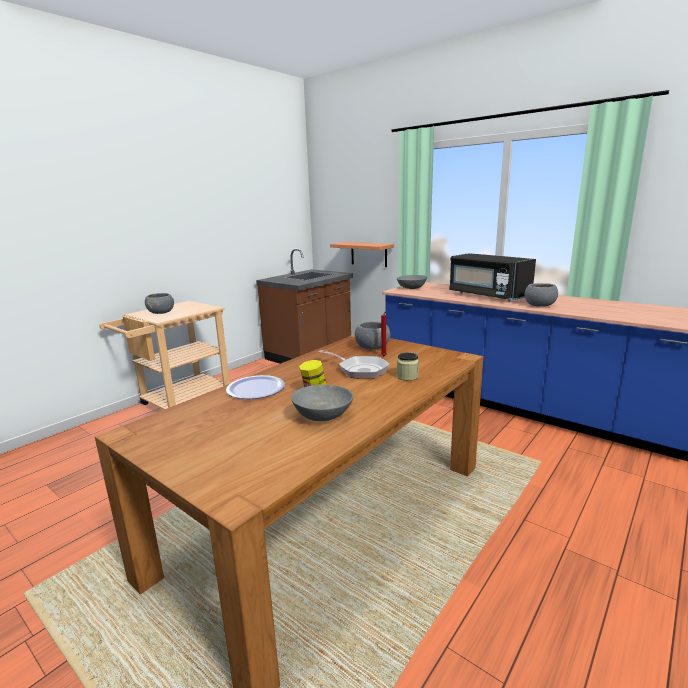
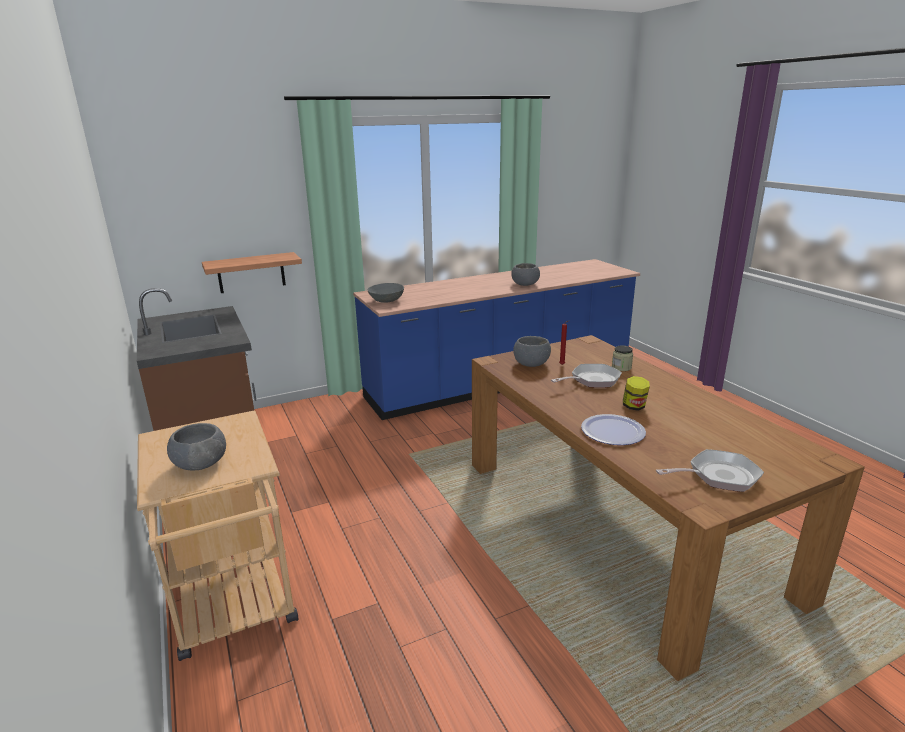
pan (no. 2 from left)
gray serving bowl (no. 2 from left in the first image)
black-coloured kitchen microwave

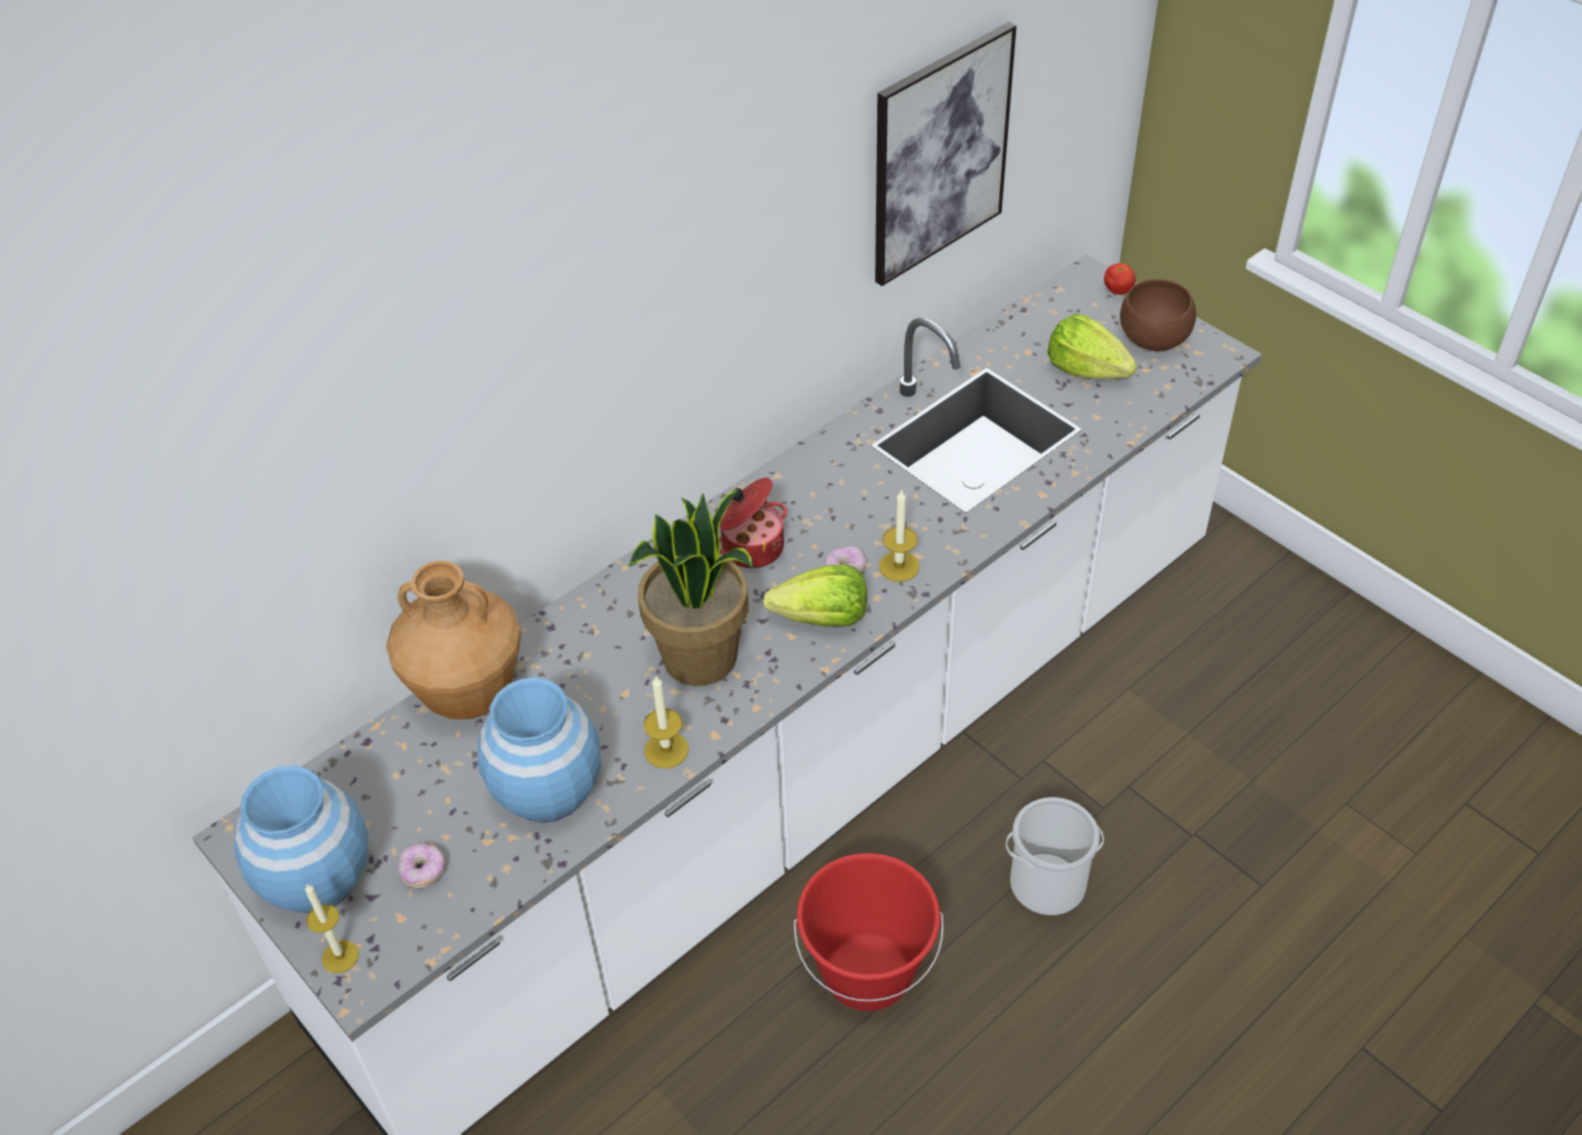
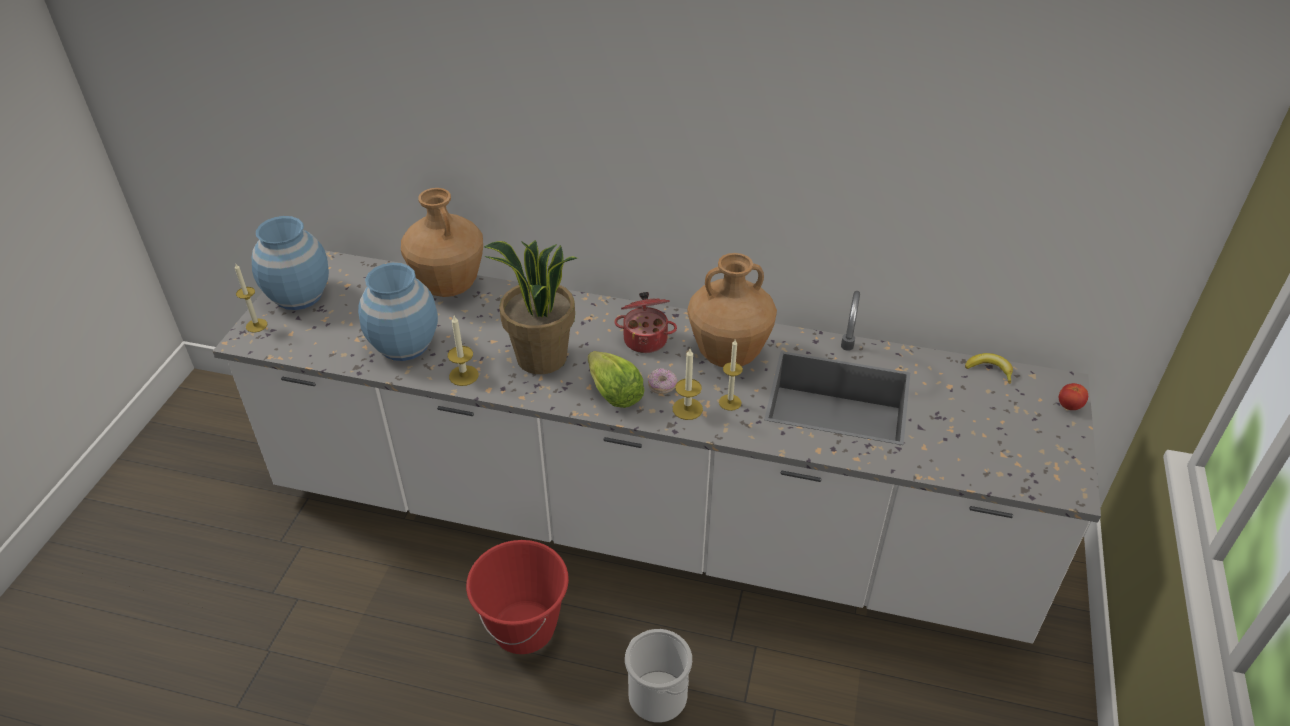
brown-coloured decorative vase (no. 2 from left)
wax candle (no. 4 from left)
banana fruit
doughnut (no. 1 from left in the first image)
wall picture
lettuce head (no. 2 from left in the first image)
brown-coloured serving bowl

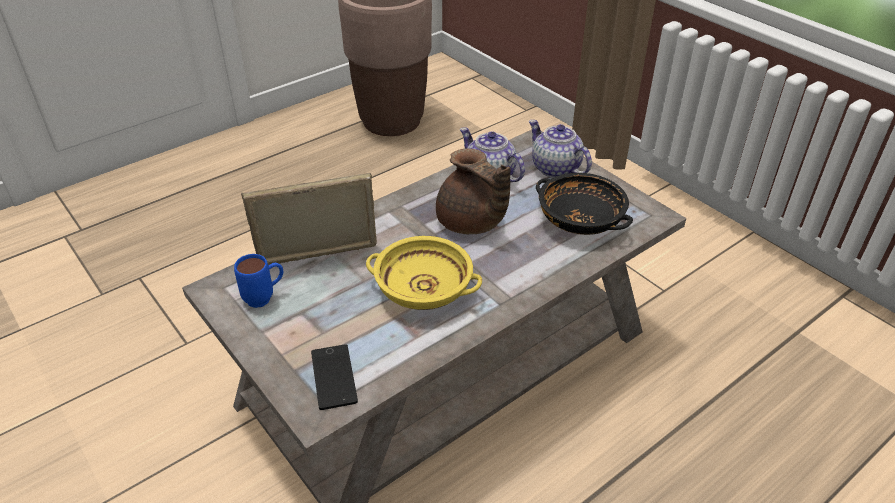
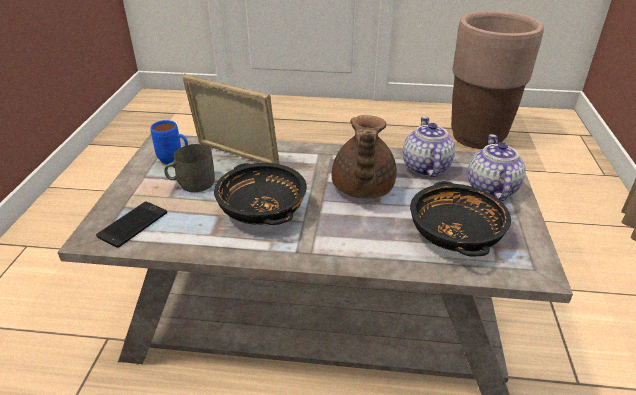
gray mug
black-coloured serving bowl (no. 1 from left)

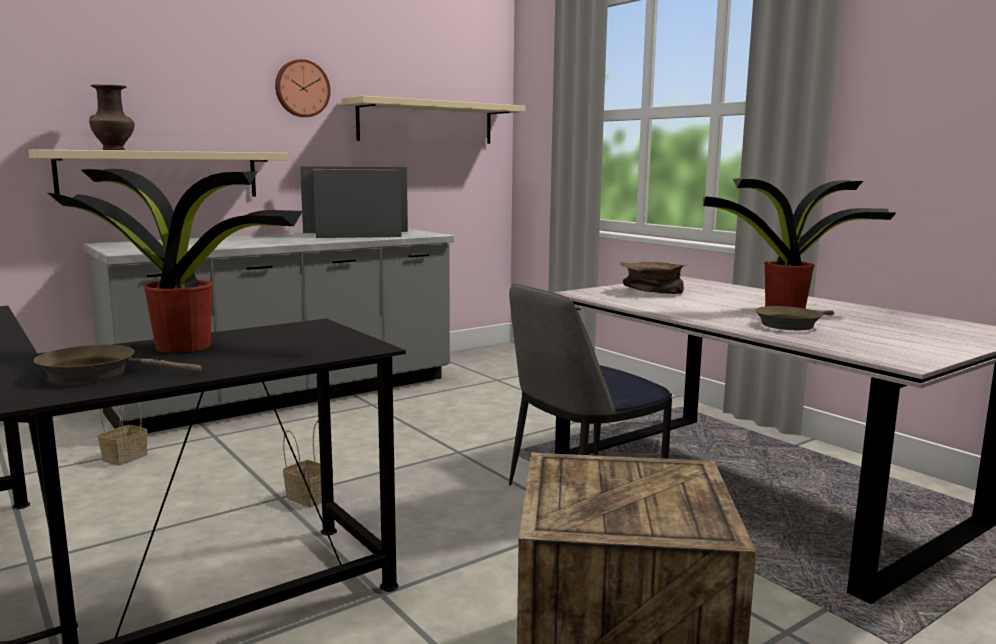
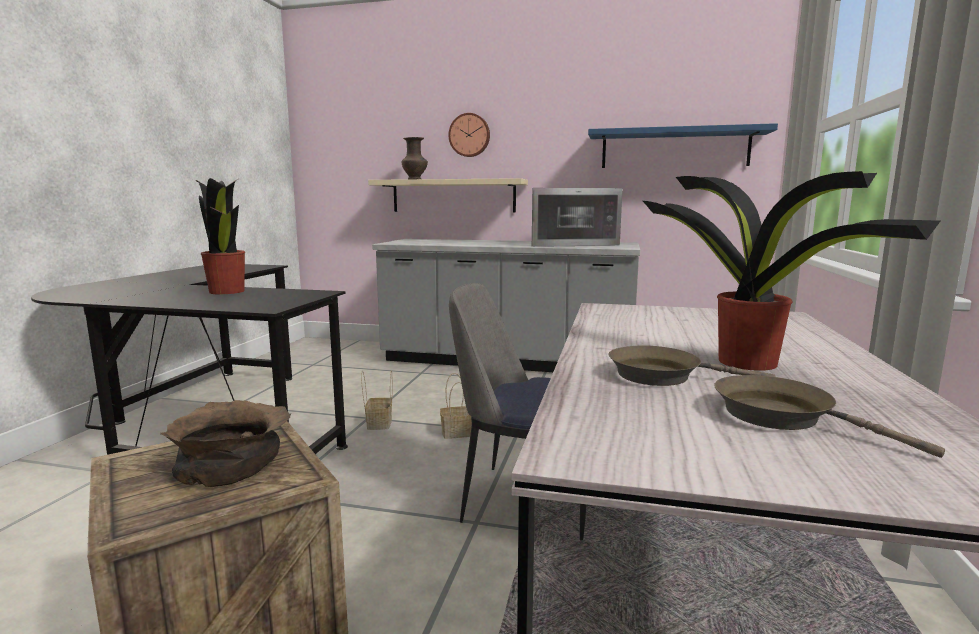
brown-coloured serving bowl
basket (no. 2 from left)
wall clock
kitchen microwave
bluish wall shelf
brown-coloured pan (no. 2 from left)

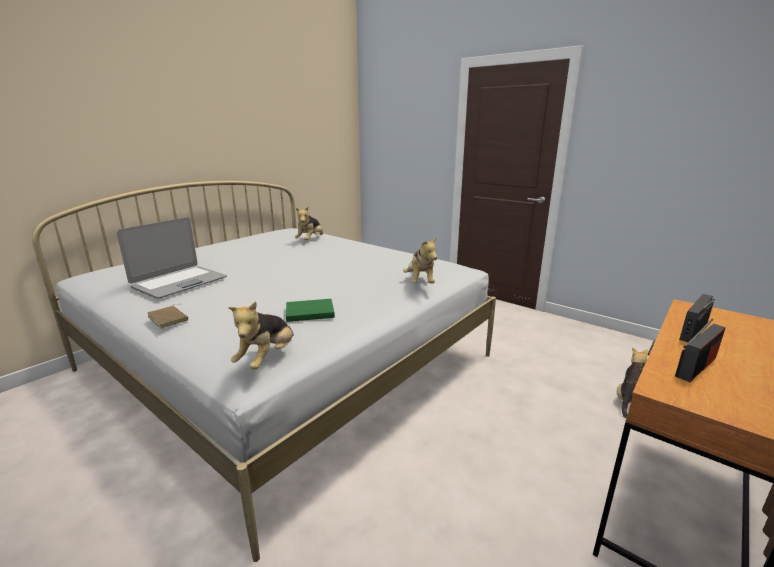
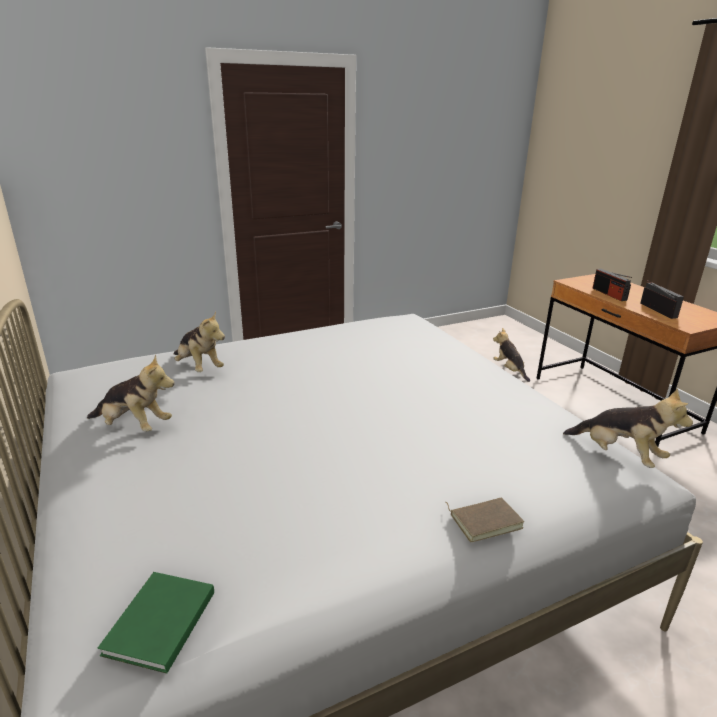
plush toy (no. 1 from left)
greenish book
notebook computer

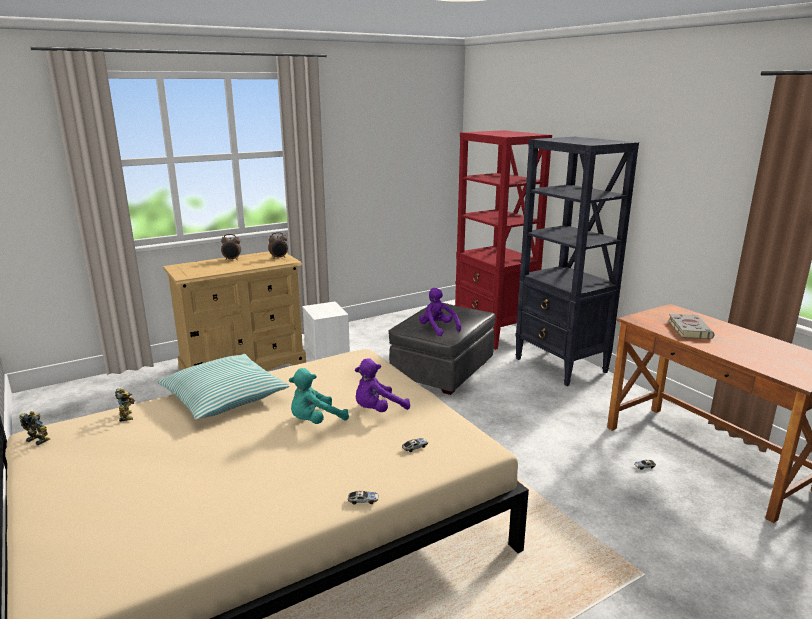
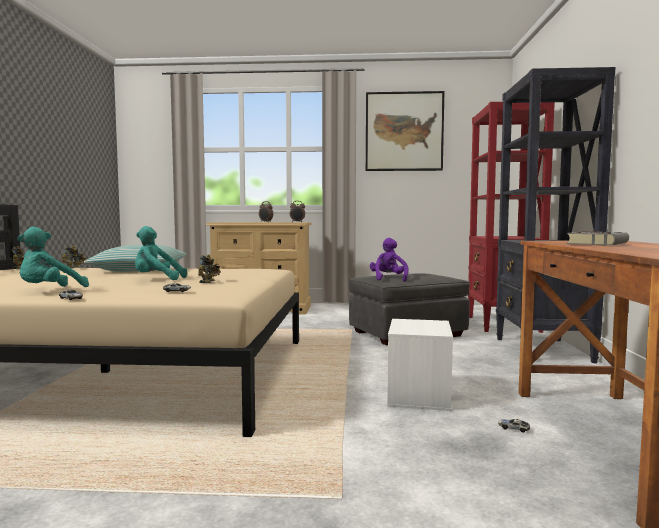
blue-green plush toy (no. 1 from left)
toy robot (no. 3 from left)
wall picture
white-coloured storage container

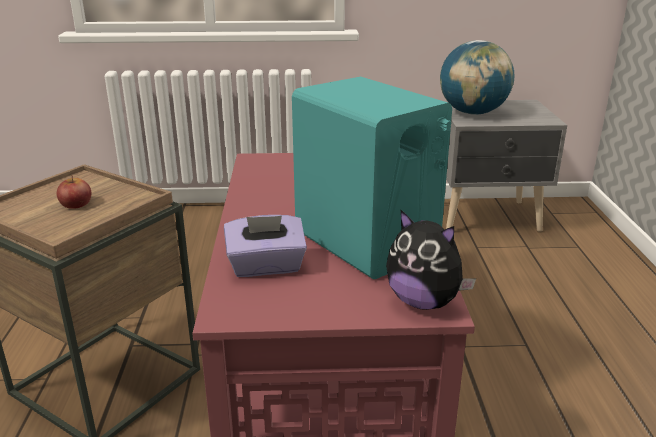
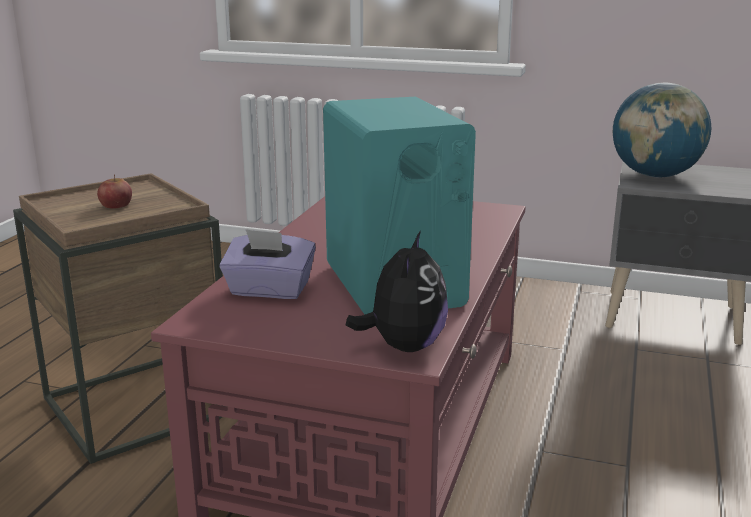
plush toy

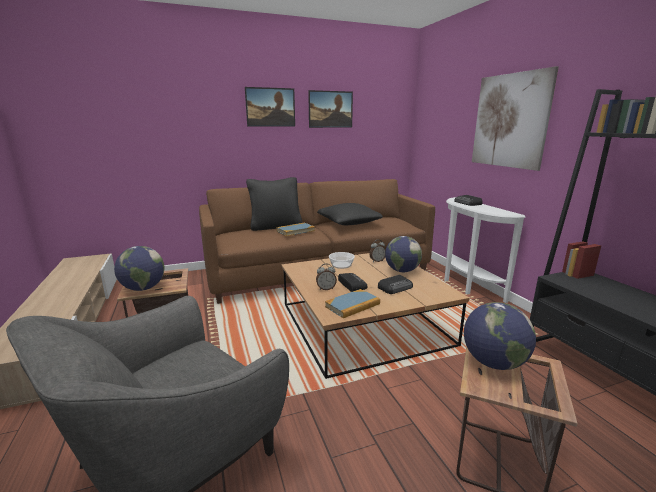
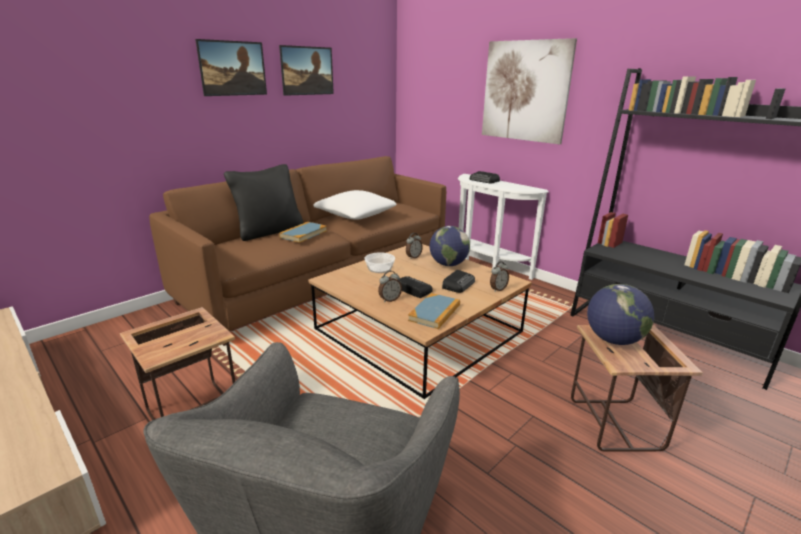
white-coloured throw pillow
table clock (no. 3 from left)
world globe (no. 1 from left in the first image)

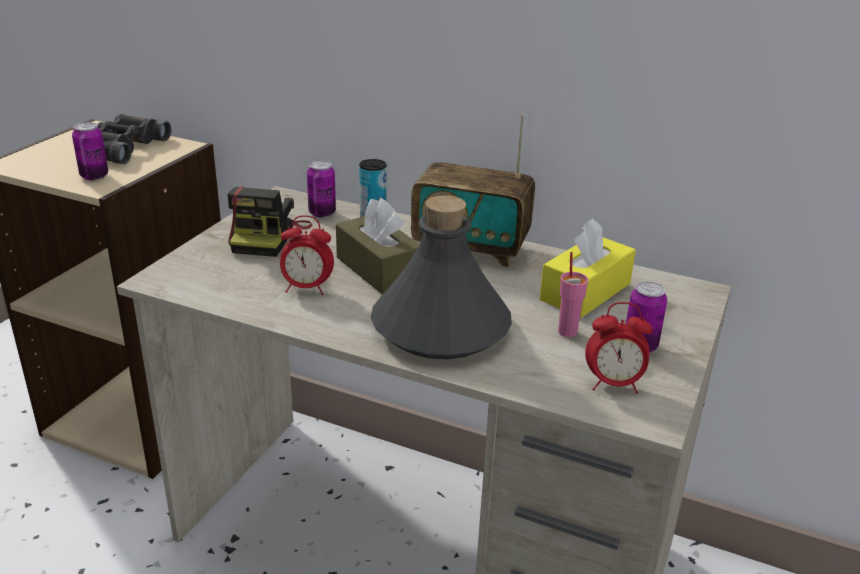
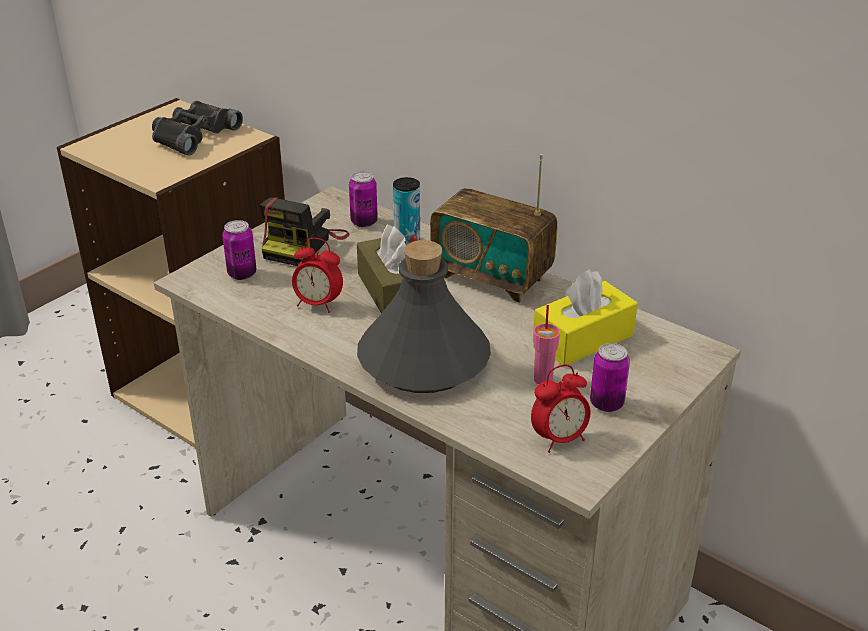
can (no. 1 from left)
table clock (no. 2 from left)

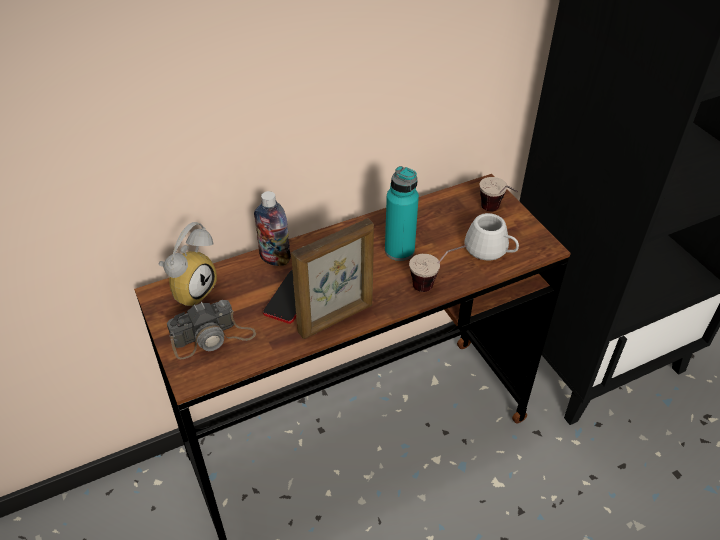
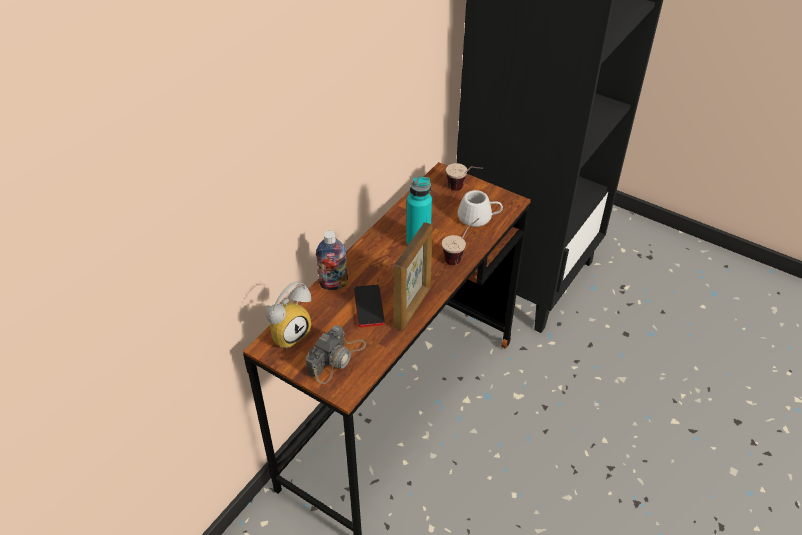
table clock

